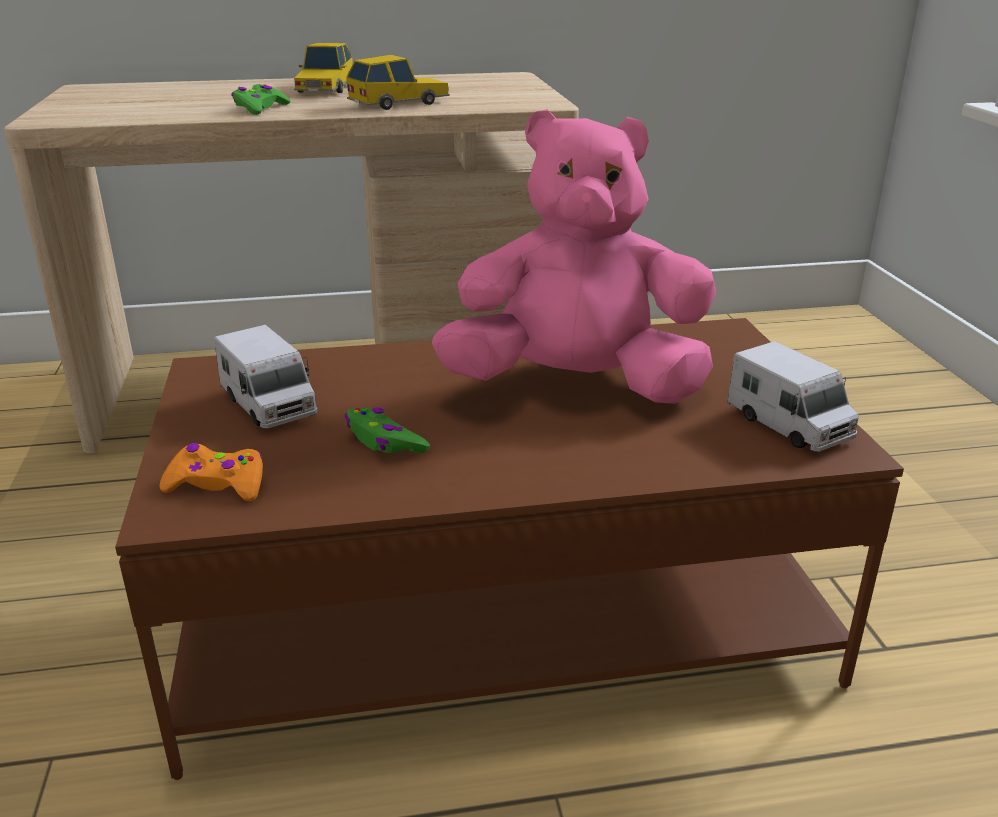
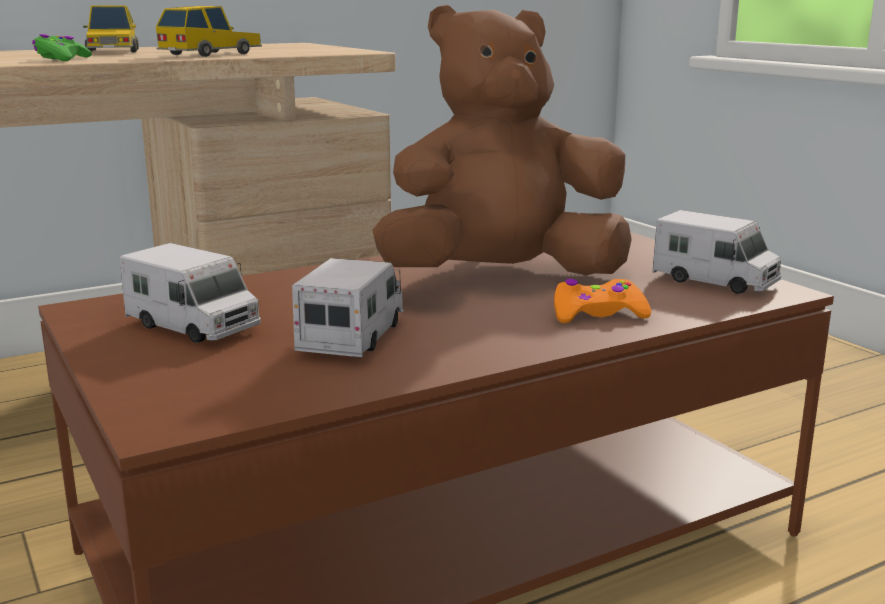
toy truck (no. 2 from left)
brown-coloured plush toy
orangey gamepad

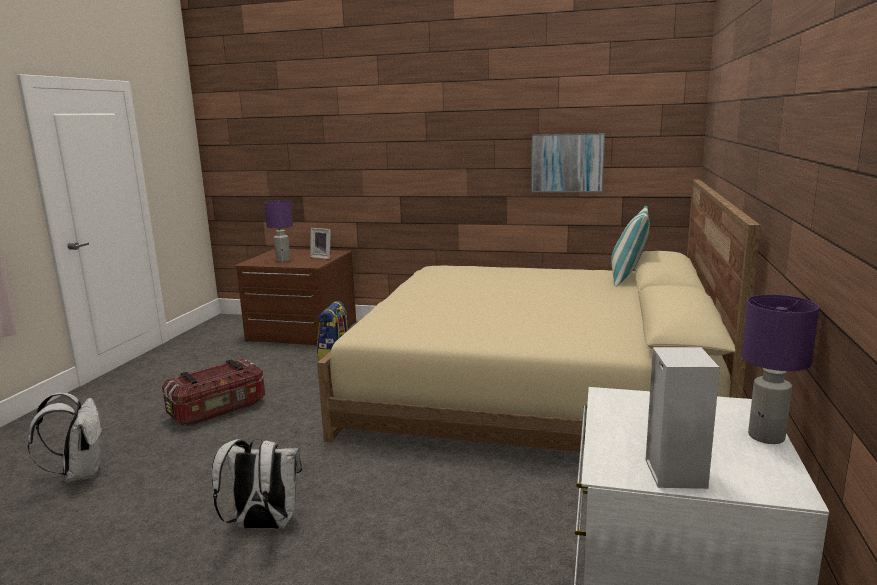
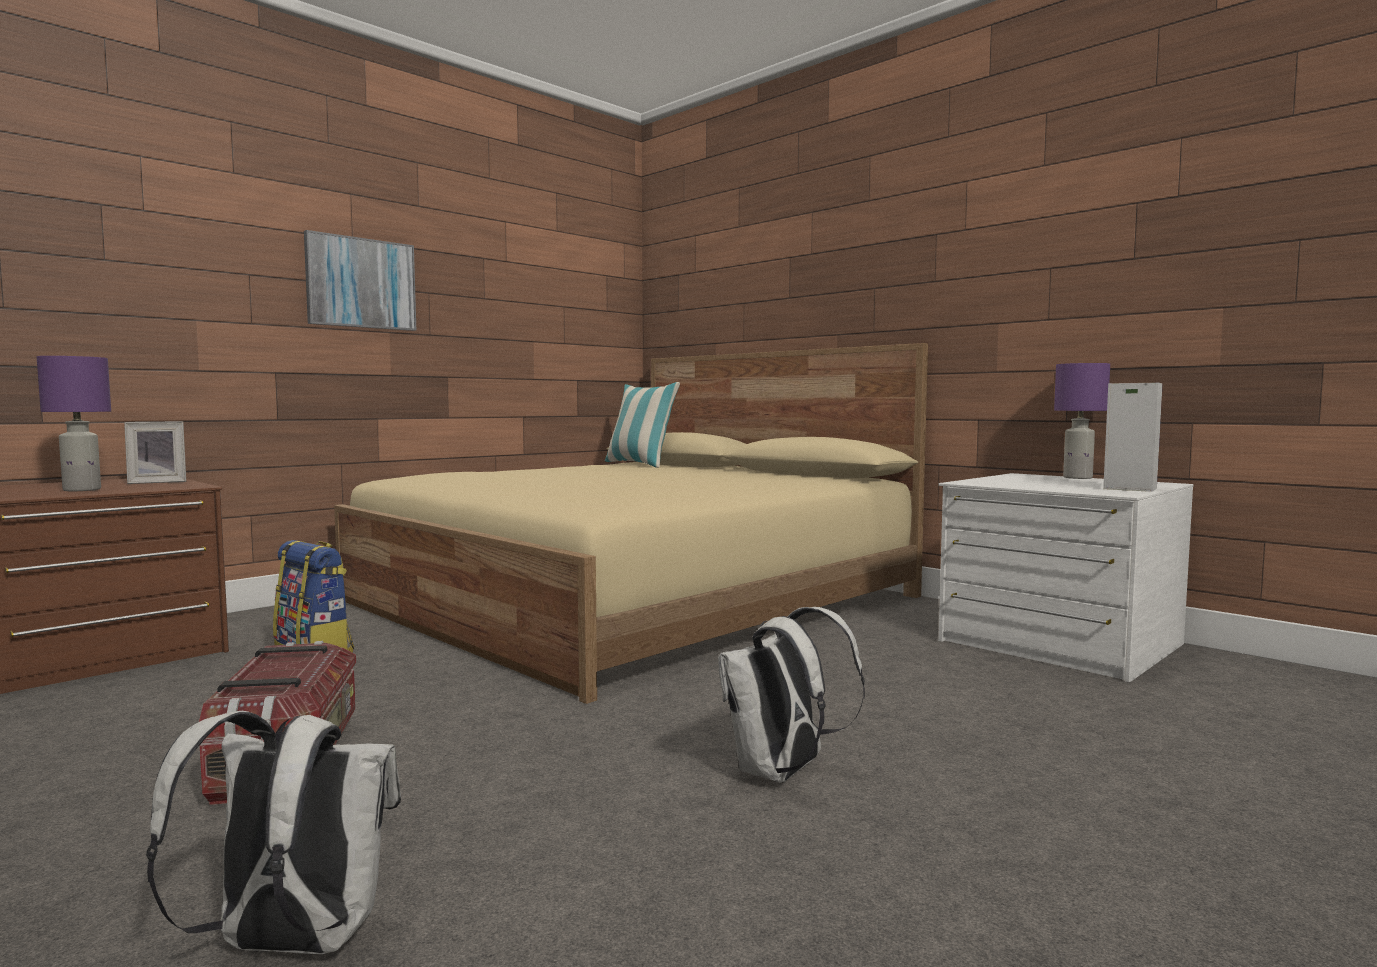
wall picture

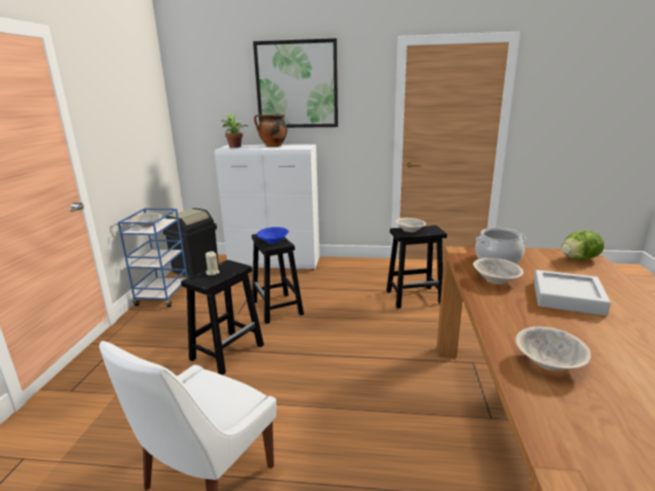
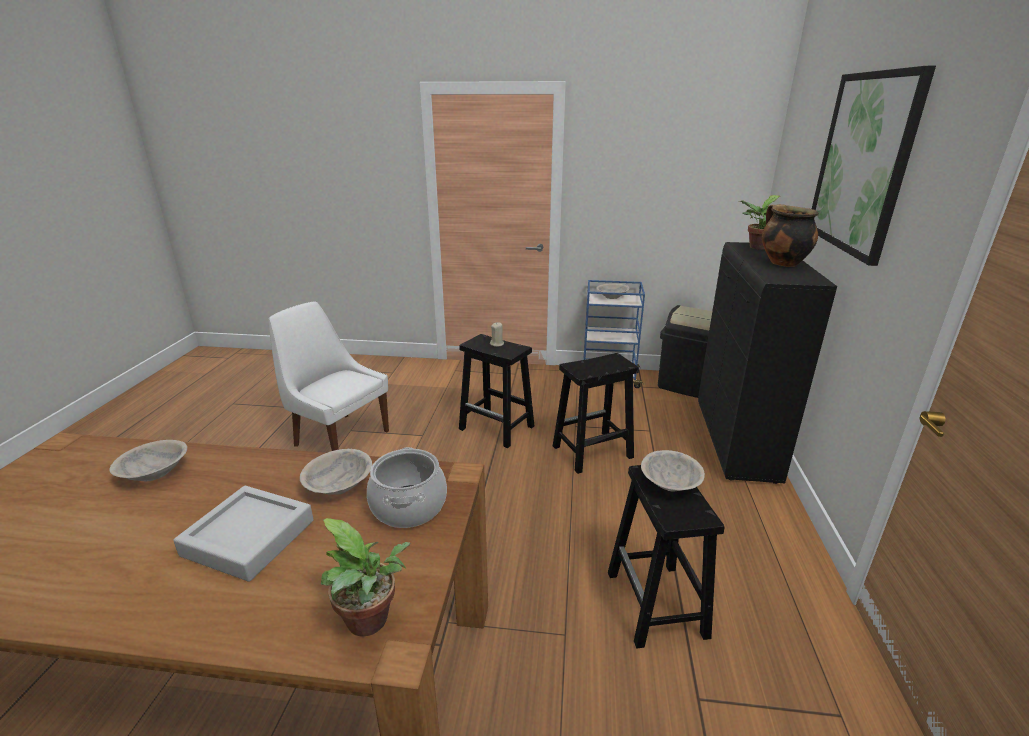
houseplant (no. 1 from left)
black-coloured cupboard
bluish serving bowl

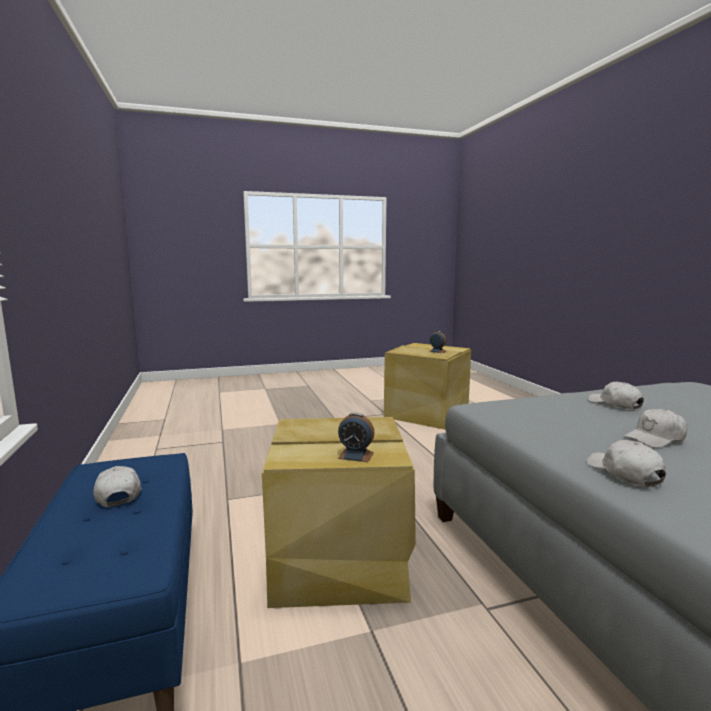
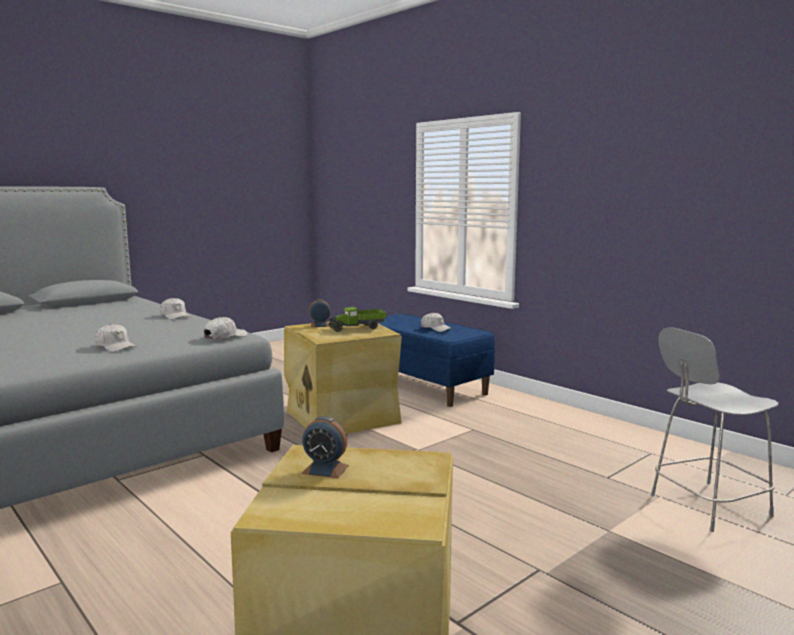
white-coloured baseball cap (no. 3 from left)
toy truck
gray stool seat

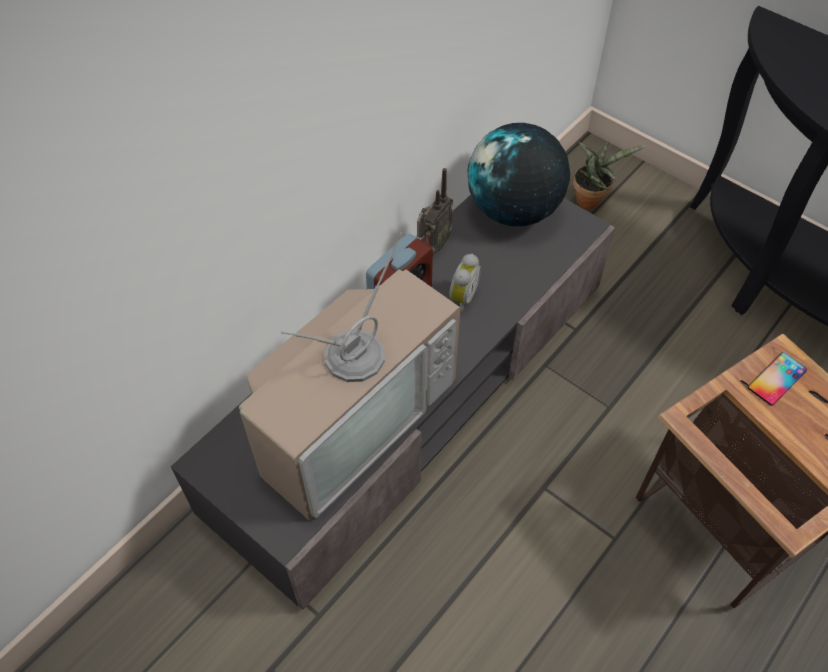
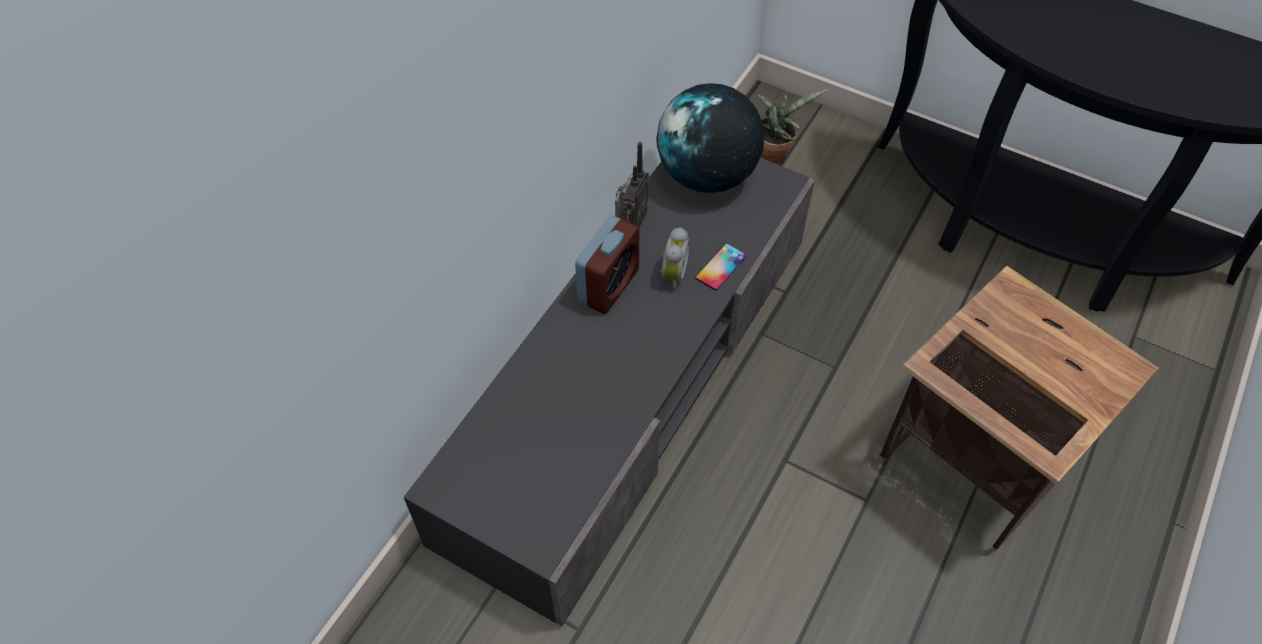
handset
TV set

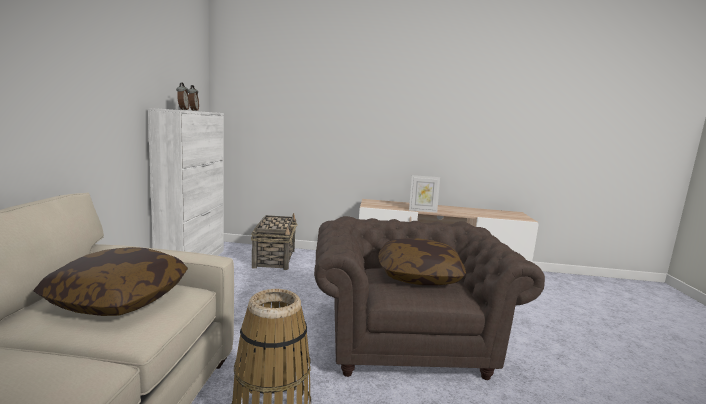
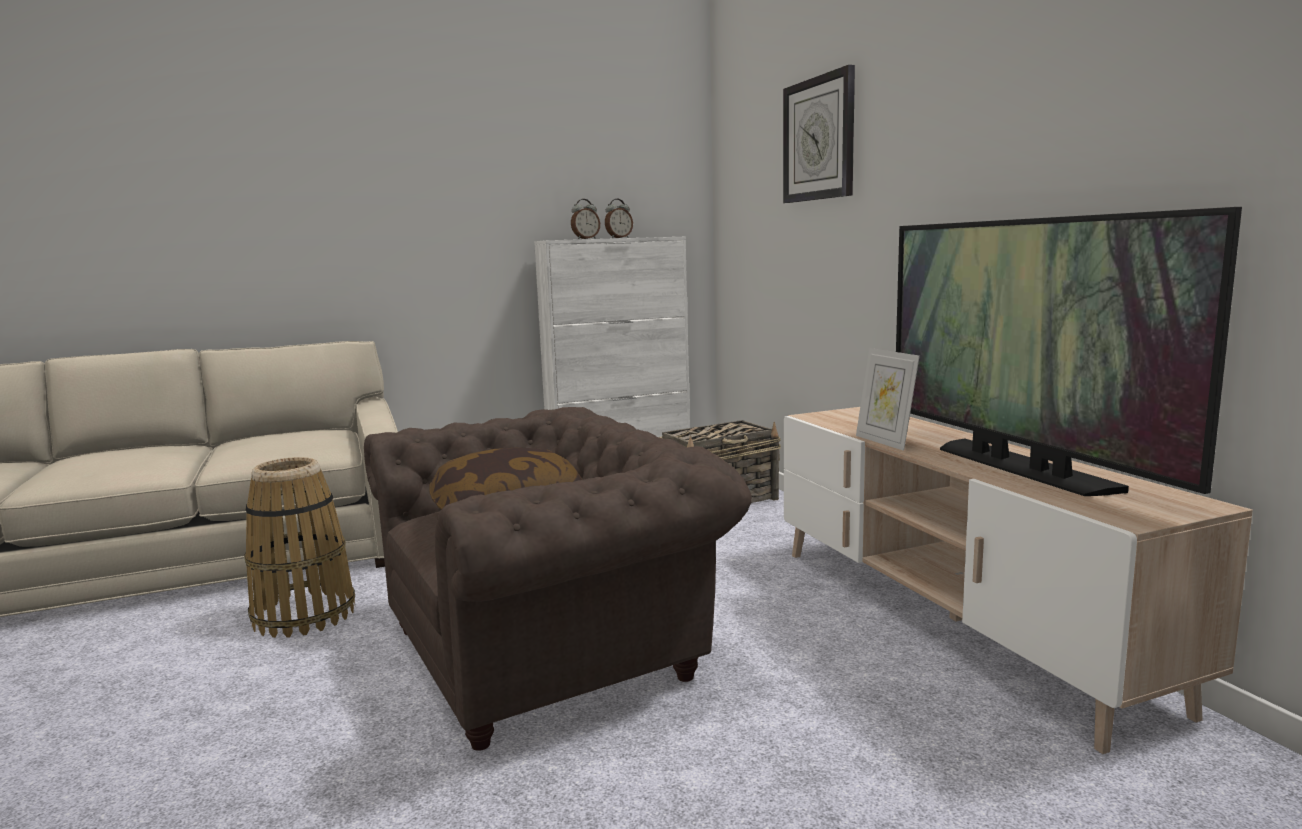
wall clock
TV set
throw pillow (no. 1 from left in the first image)

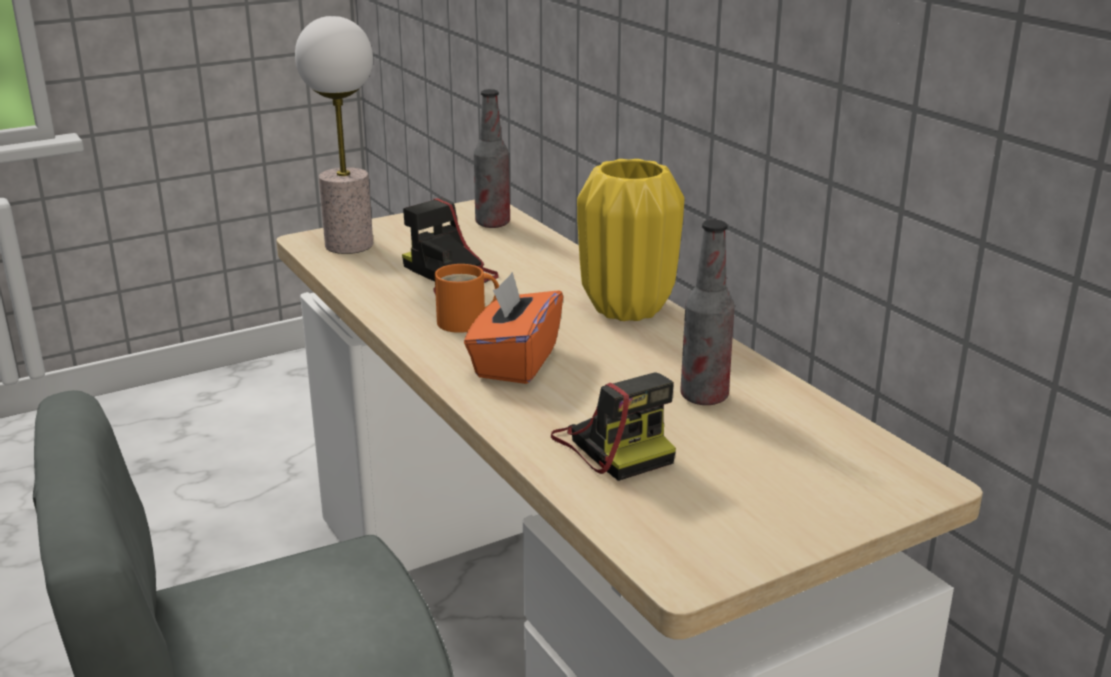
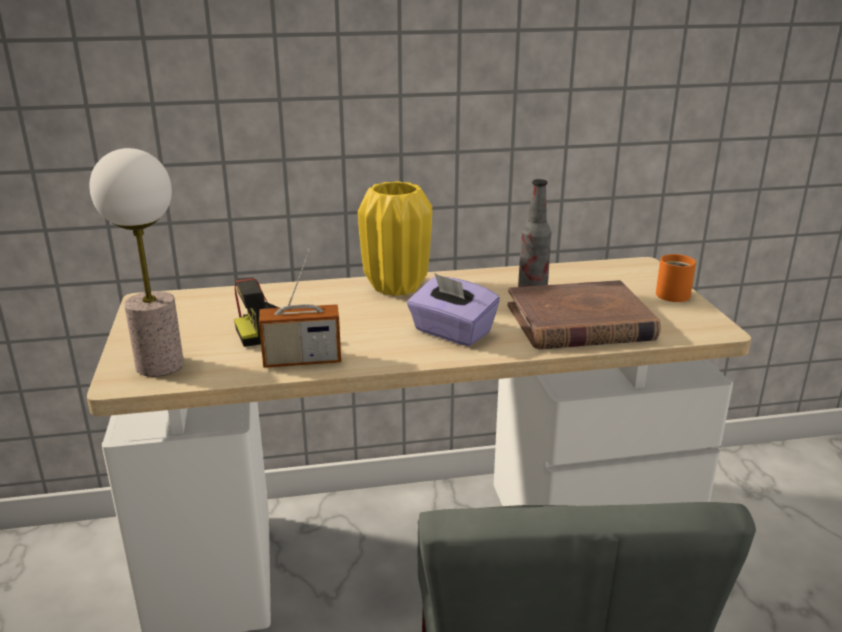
radio receiver
purplish tissue box
brown-coloured book
orangey mug
drink bottle (no. 1 from left in the first image)

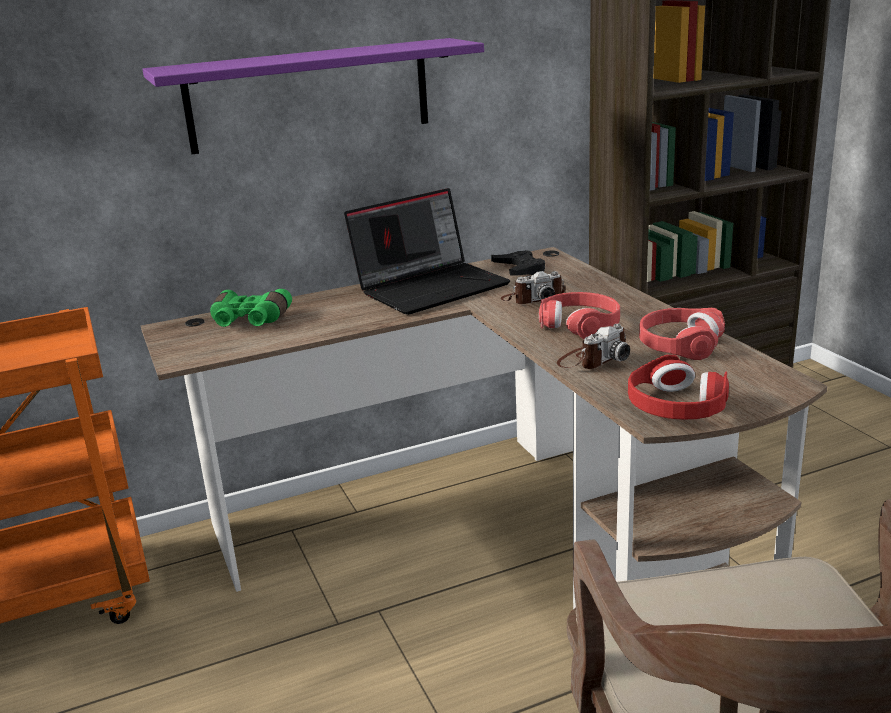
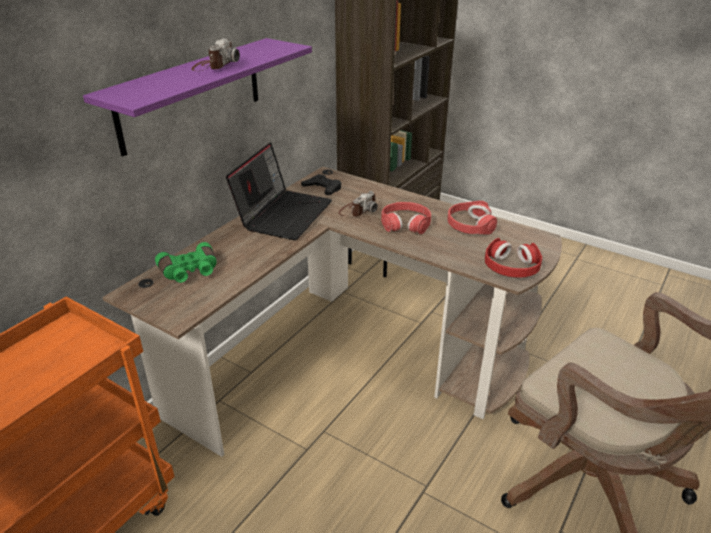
photo camera (no. 1 from left)

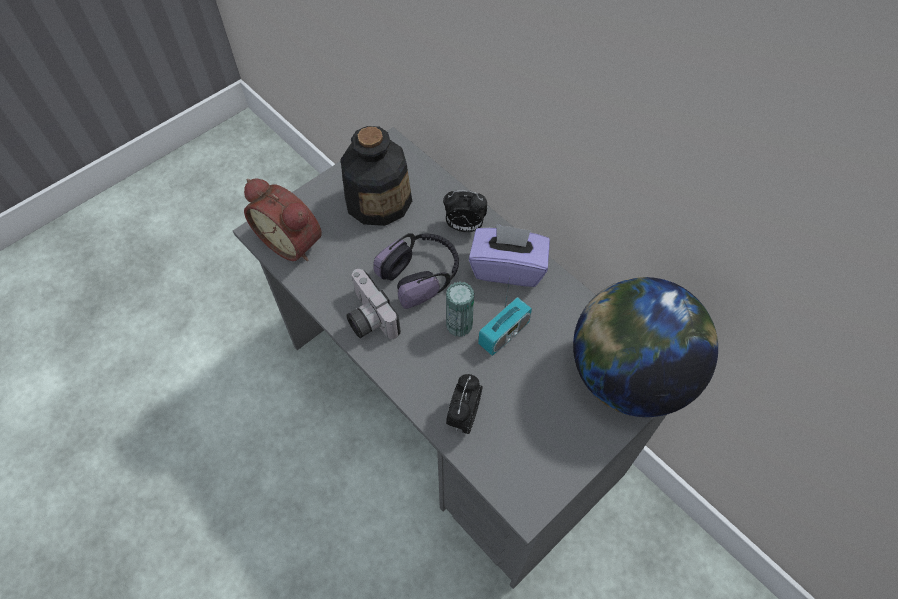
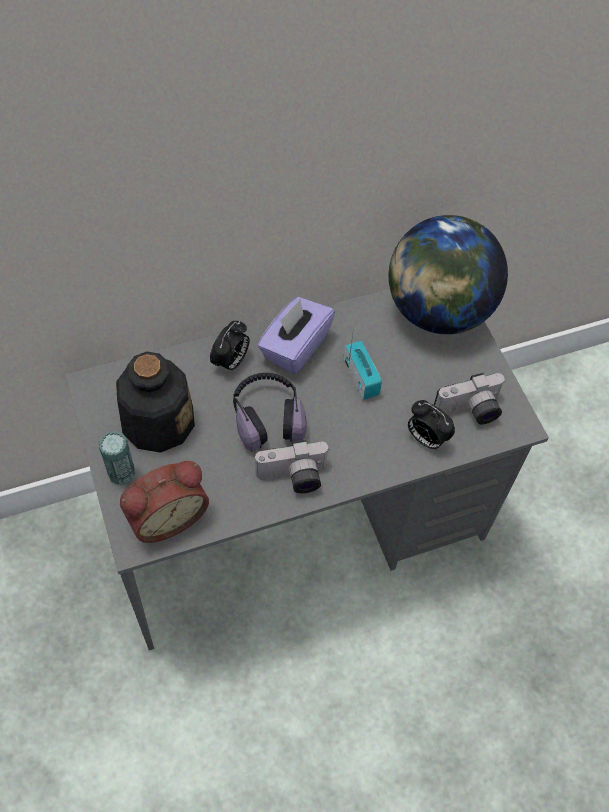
can
photo camera (no. 2 from left)

